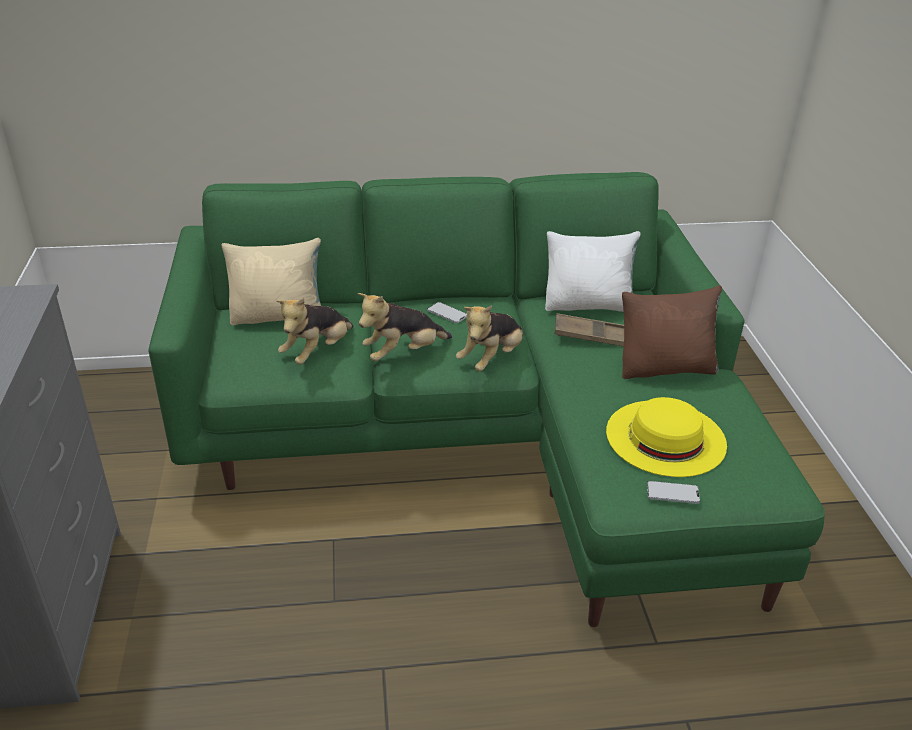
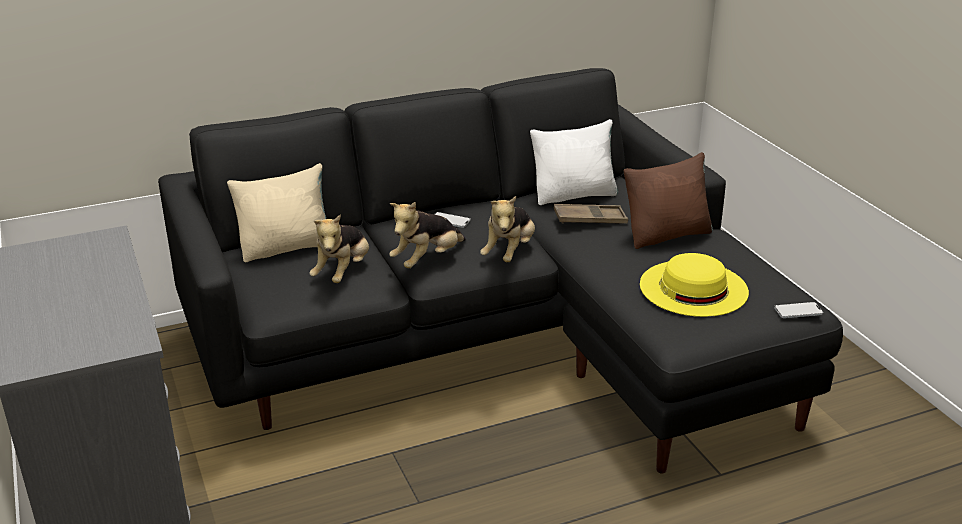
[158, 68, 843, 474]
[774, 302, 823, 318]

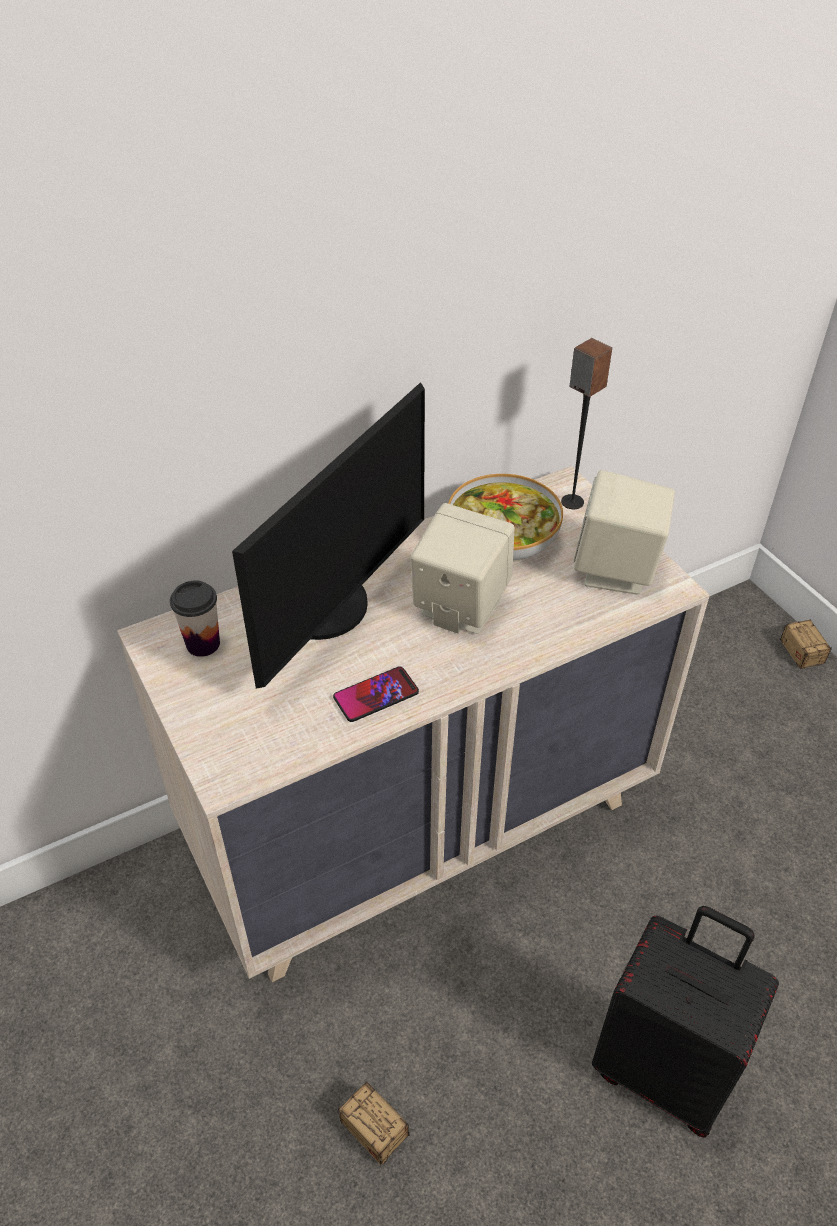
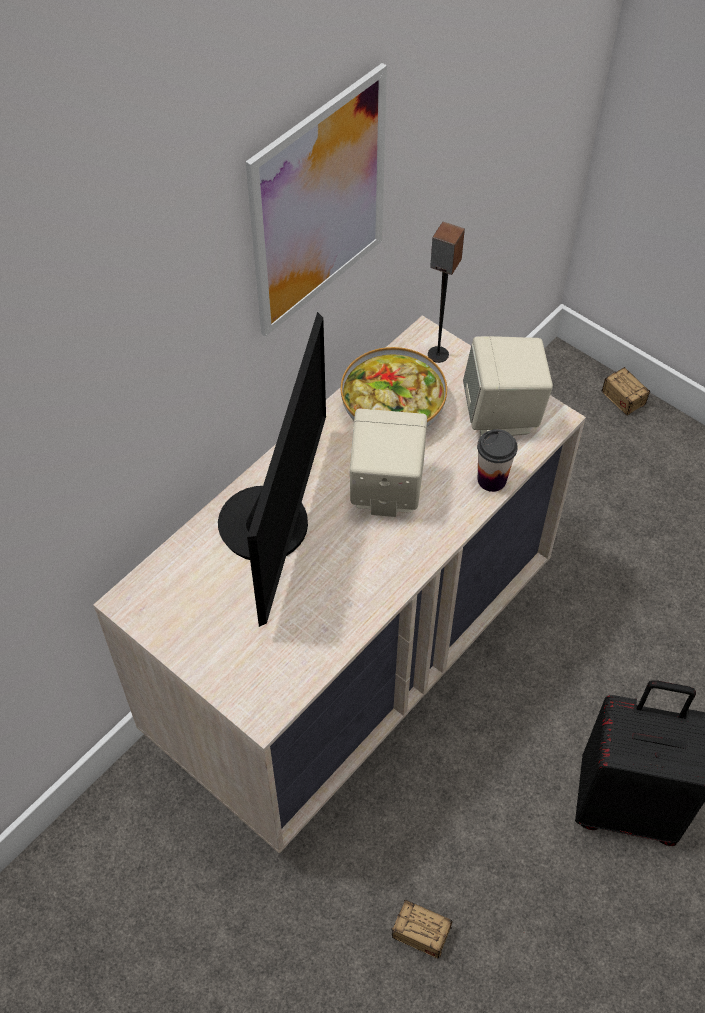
[246, 63, 387, 337]
[477, 429, 518, 492]
[333, 666, 419, 722] (first image)

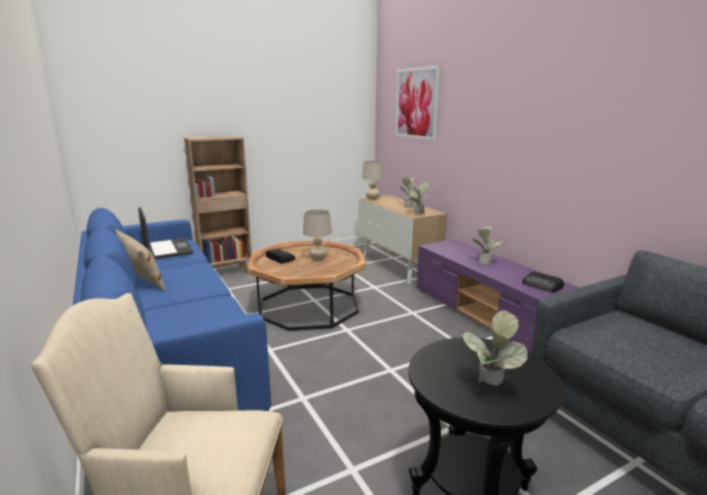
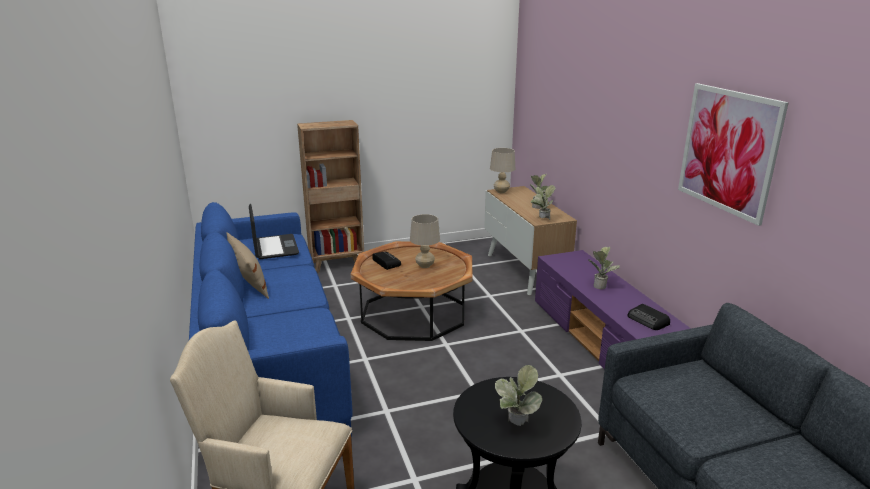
[678, 83, 789, 226]

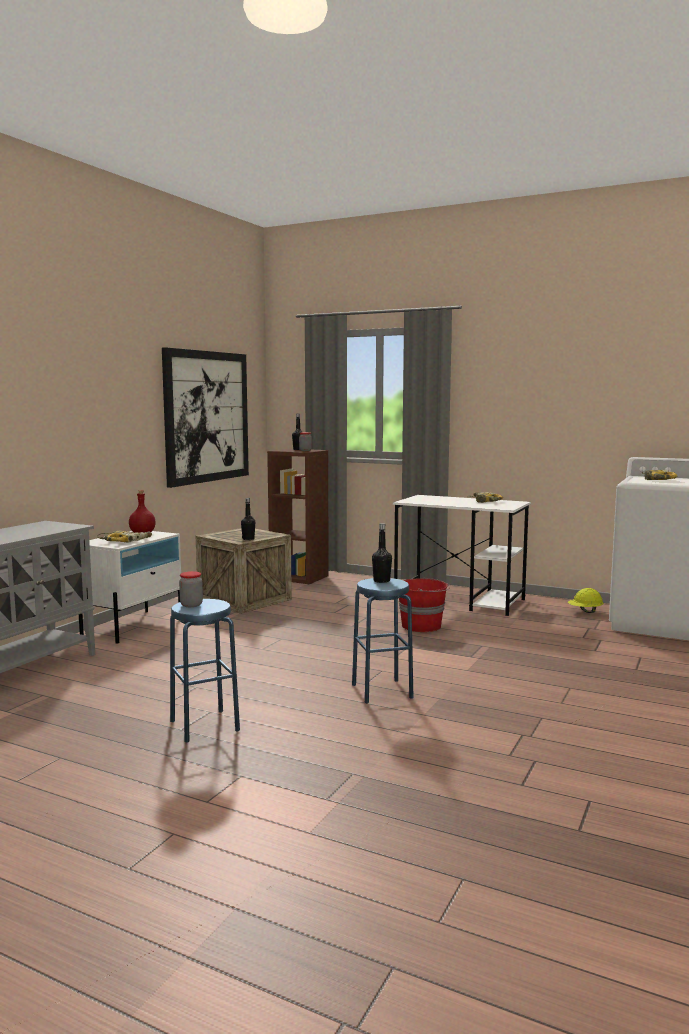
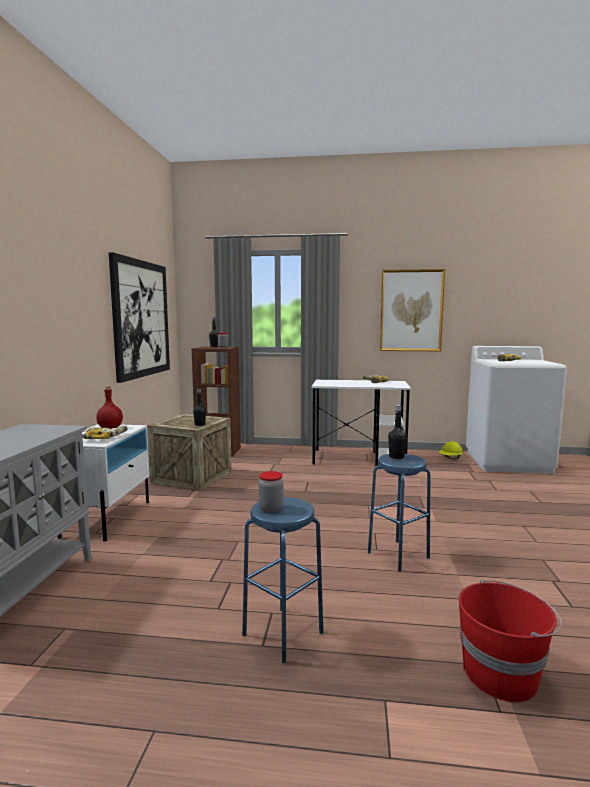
[380, 269, 445, 351]
[459, 580, 562, 702]

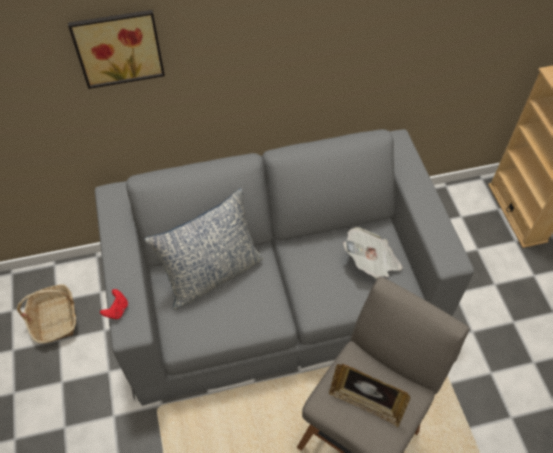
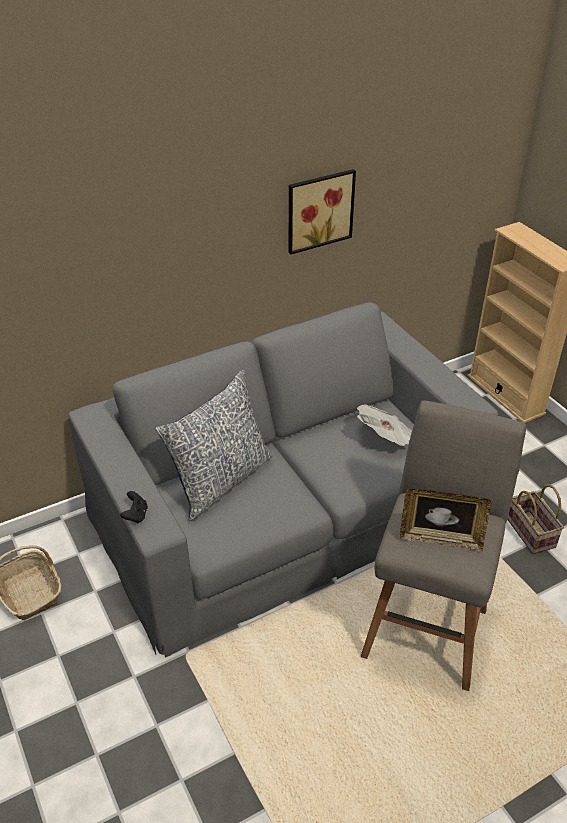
[120, 491, 148, 524]
[288, 169, 356, 254]
[507, 484, 564, 554]

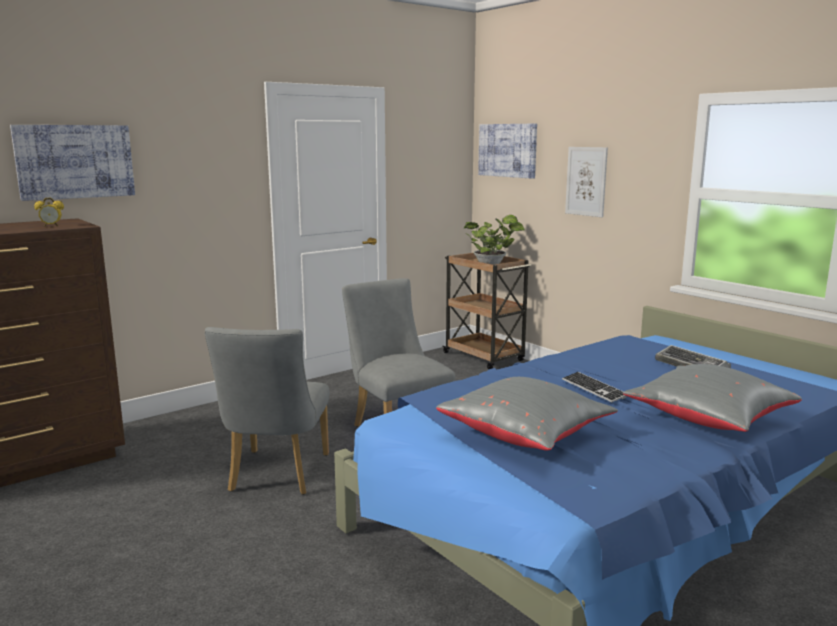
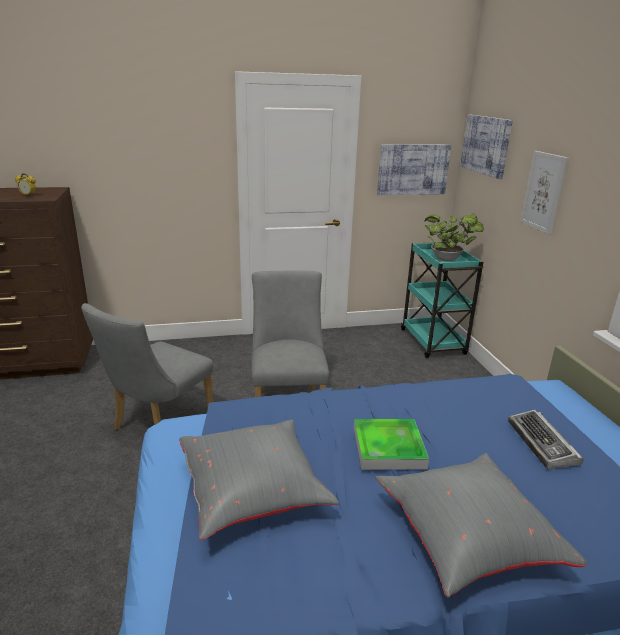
[354, 419, 429, 470]
[377, 144, 451, 195]
[401, 242, 484, 358]

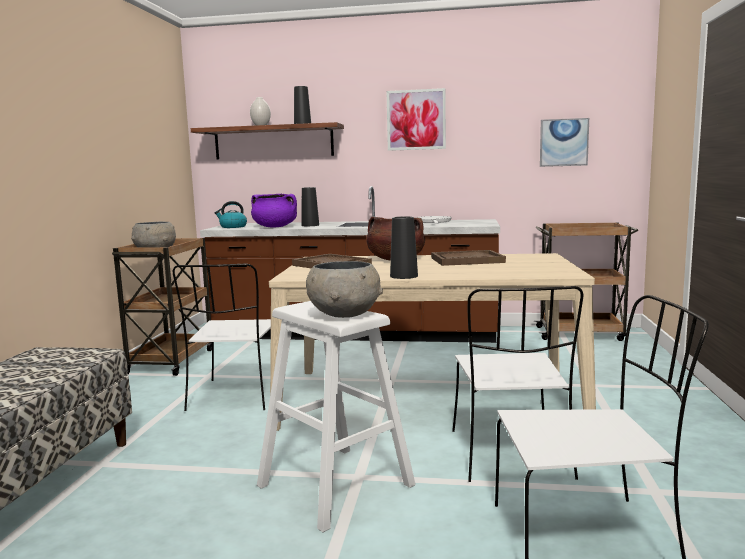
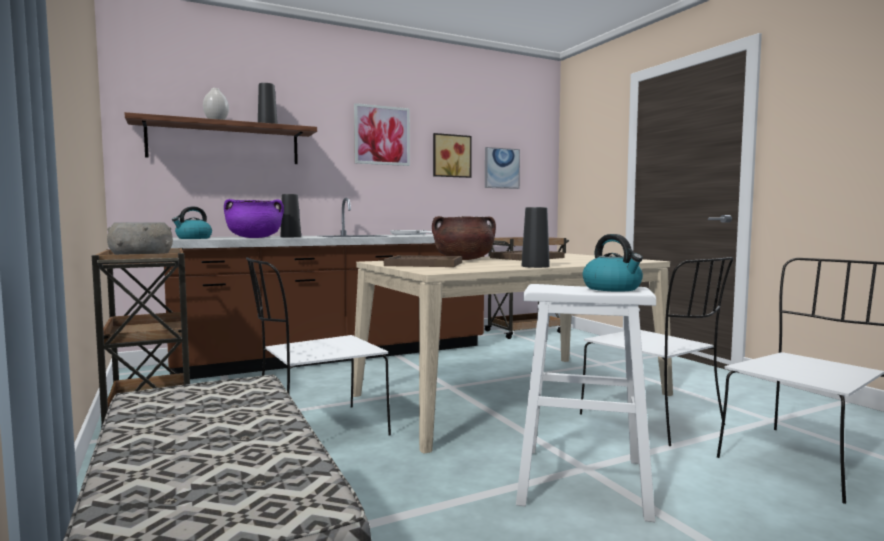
[246, 257, 391, 436]
[433, 133, 472, 178]
[583, 234, 643, 292]

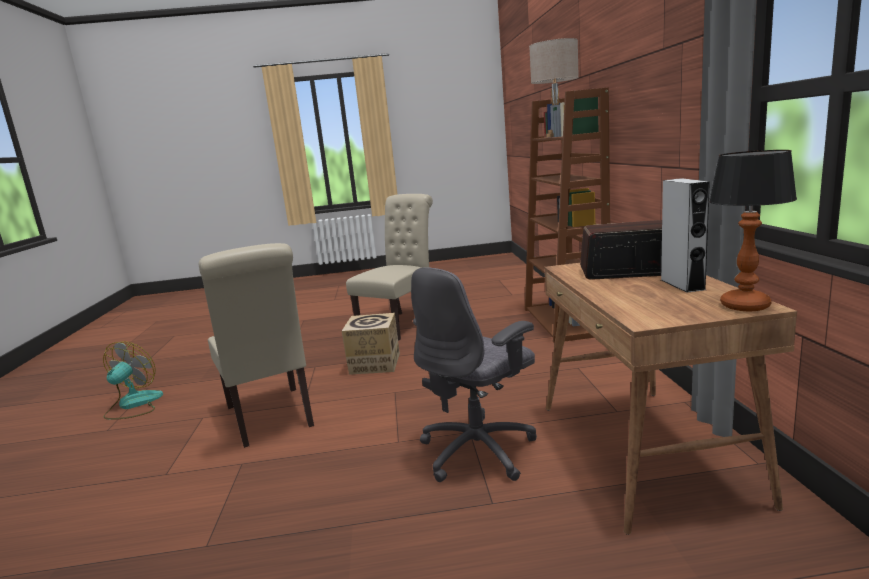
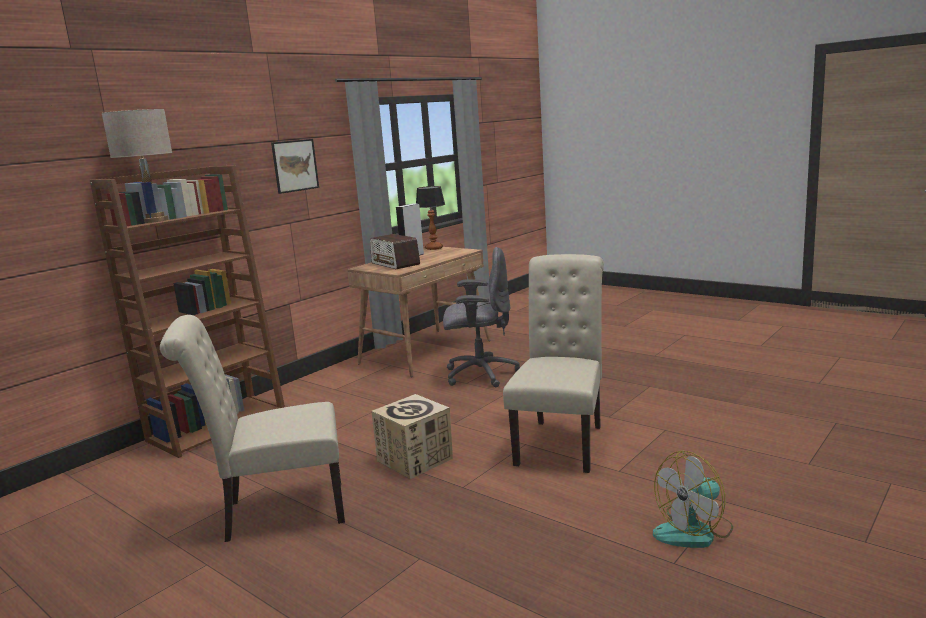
[271, 139, 319, 194]

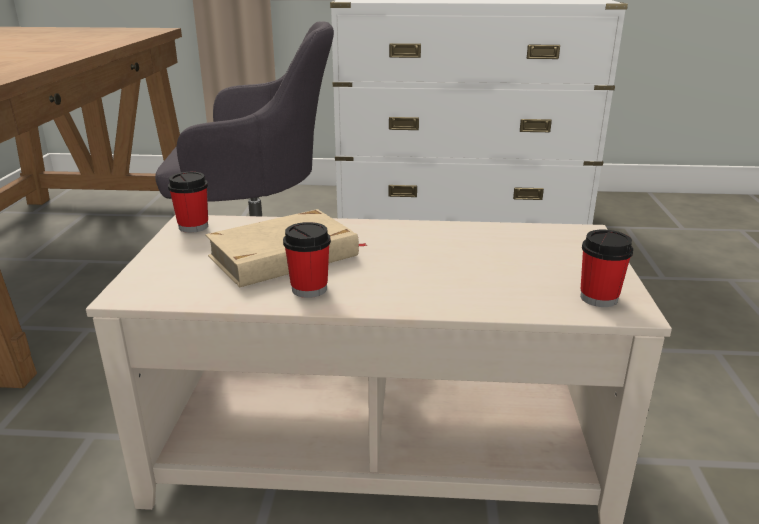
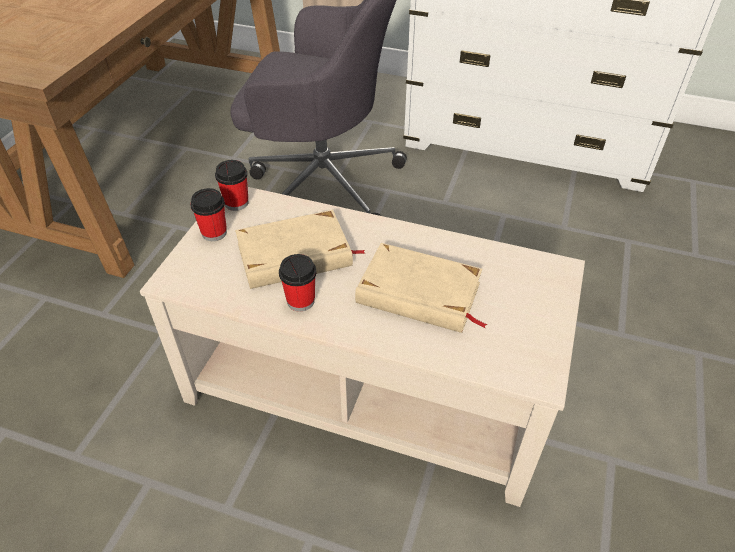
[190, 188, 227, 241]
[355, 243, 487, 333]

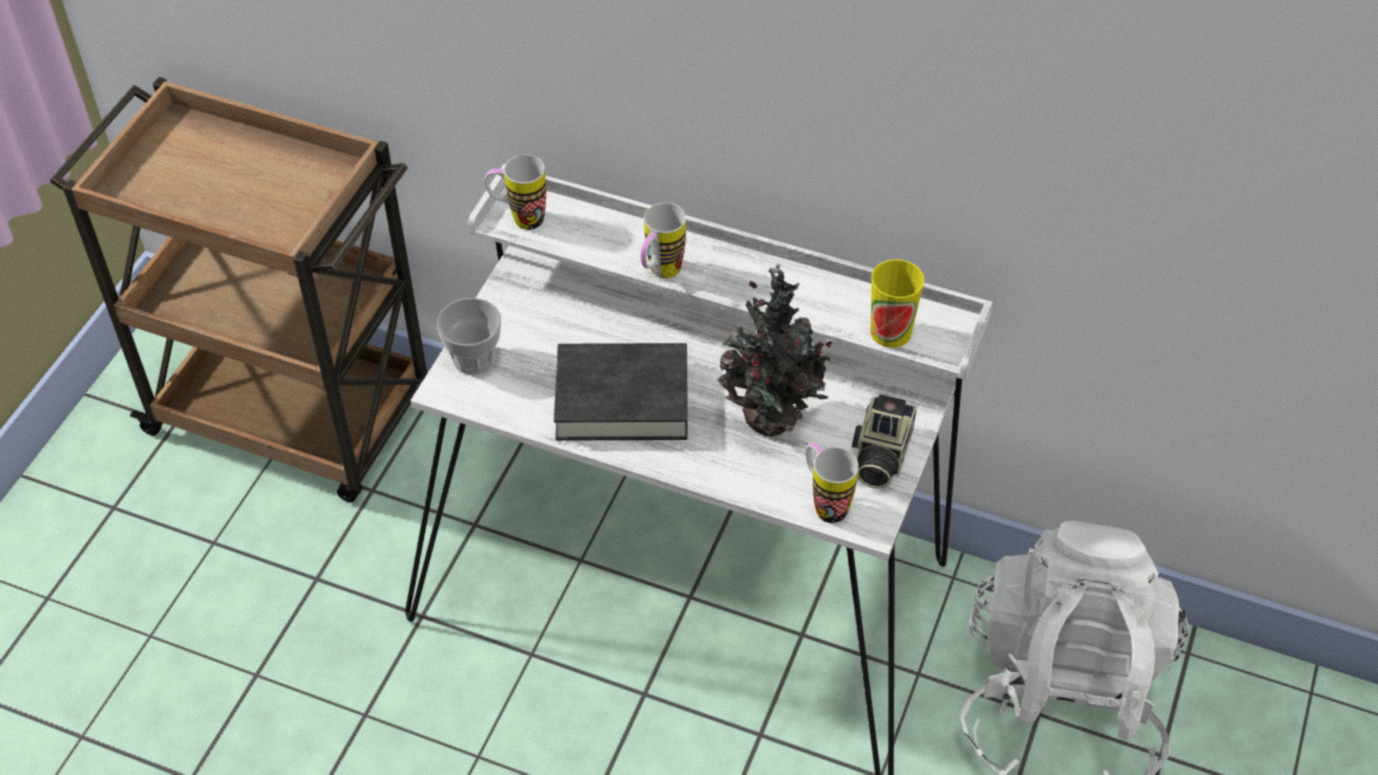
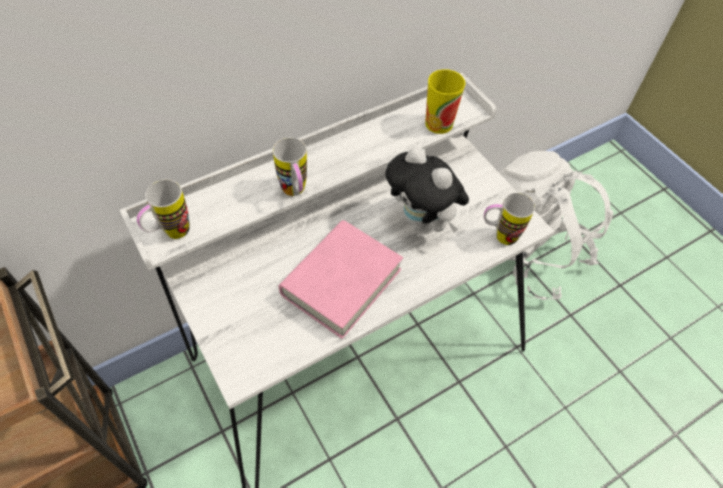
[279, 220, 403, 339]
[385, 146, 469, 233]
[437, 298, 501, 375] (first image)
[852, 394, 917, 489] (first image)

